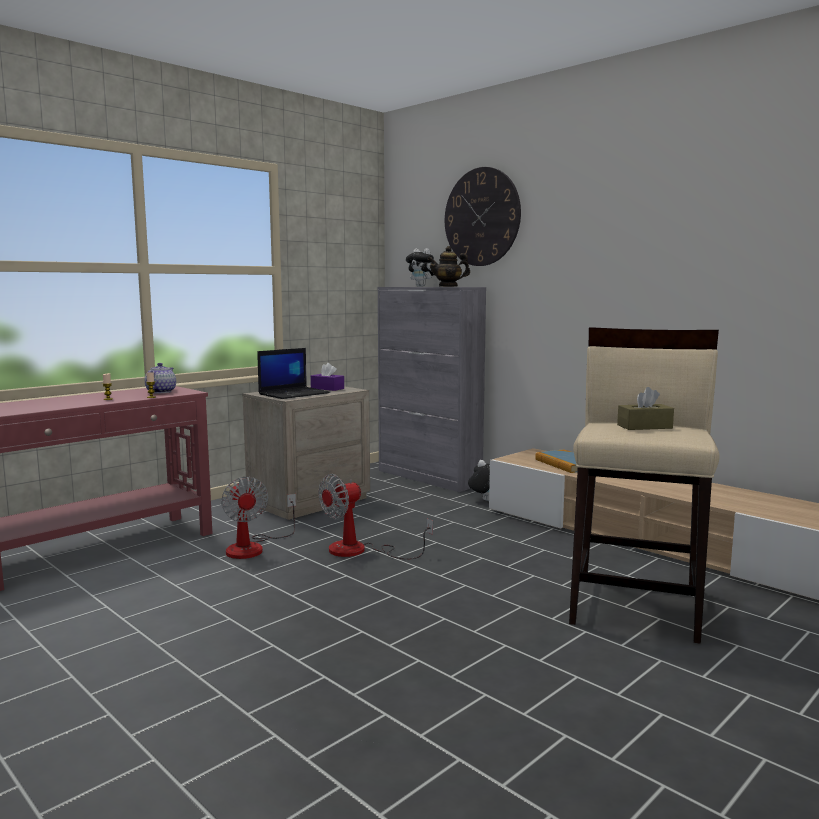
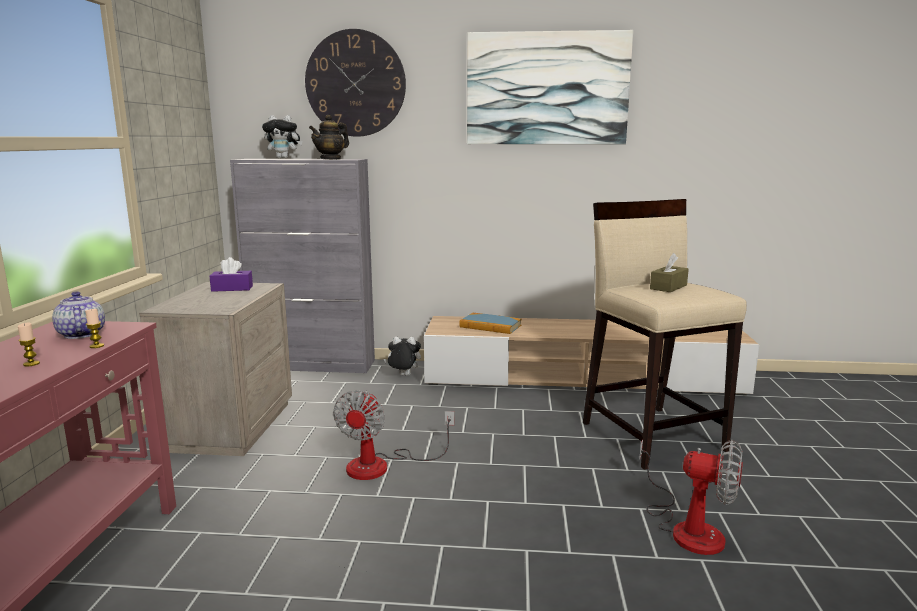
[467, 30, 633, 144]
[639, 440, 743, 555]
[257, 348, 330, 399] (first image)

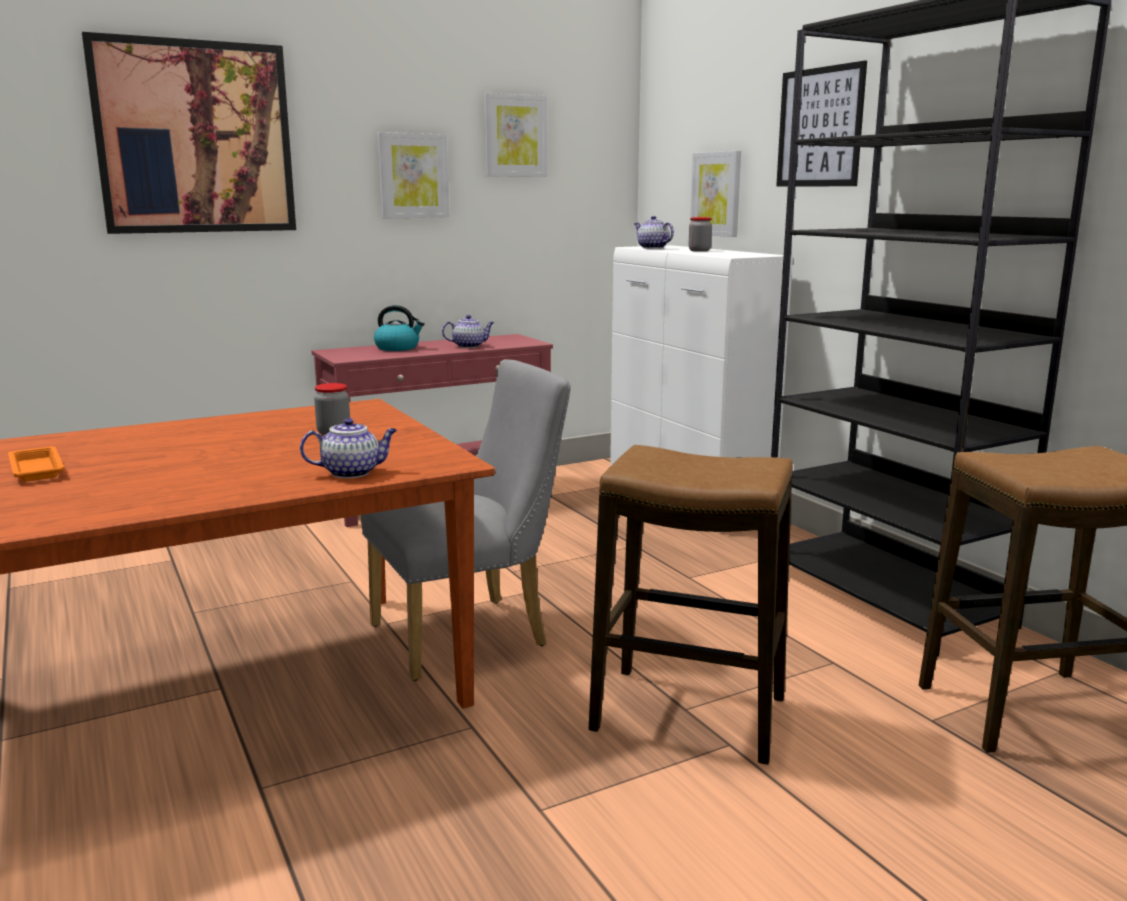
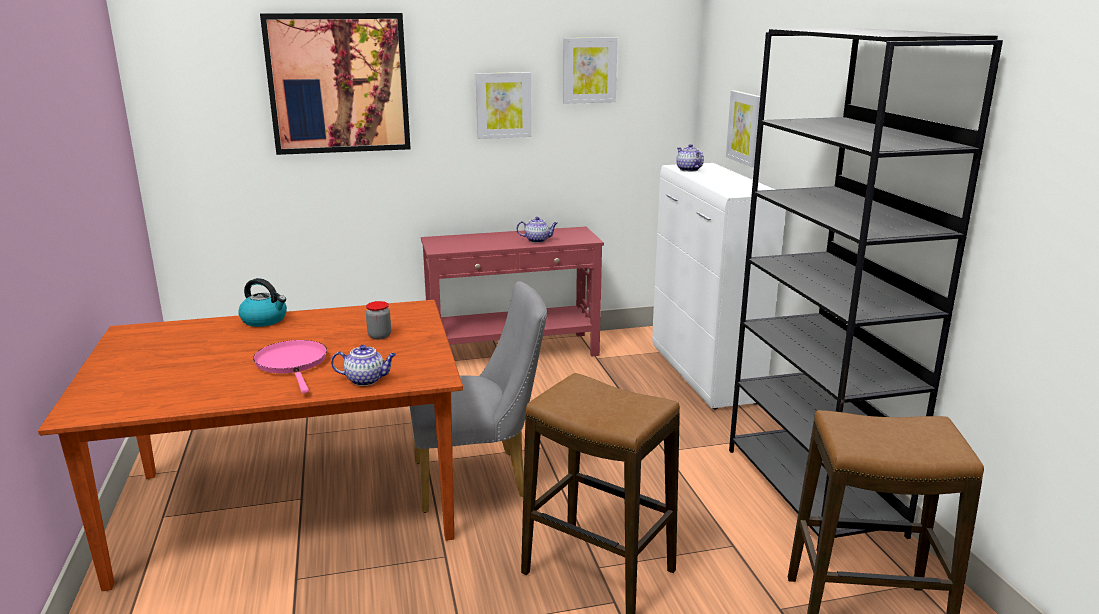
[238, 278, 287, 327]
[253, 340, 327, 393]
[8, 446, 65, 482] (first image)
[689, 217, 712, 252] (first image)
[776, 61, 867, 187] (first image)

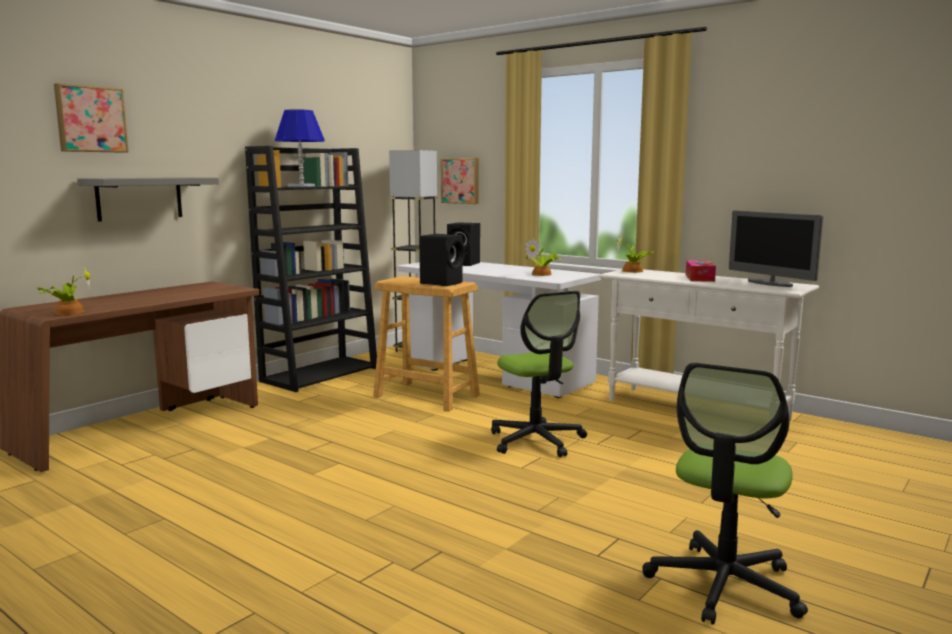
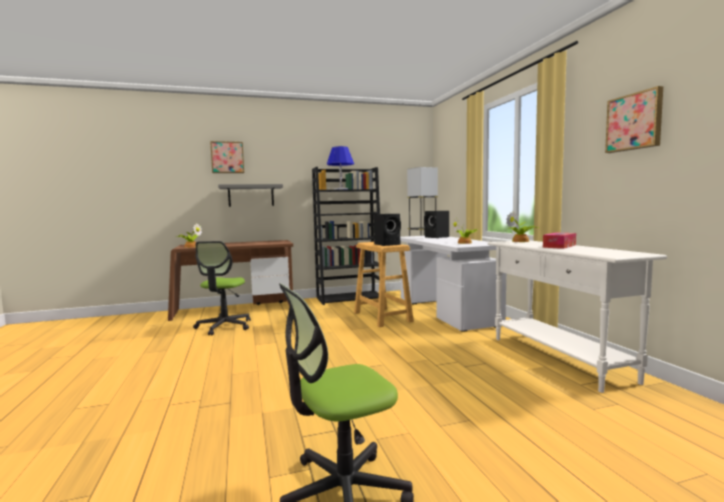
[193, 241, 251, 335]
[605, 86, 663, 153]
[729, 210, 823, 287] (first image)

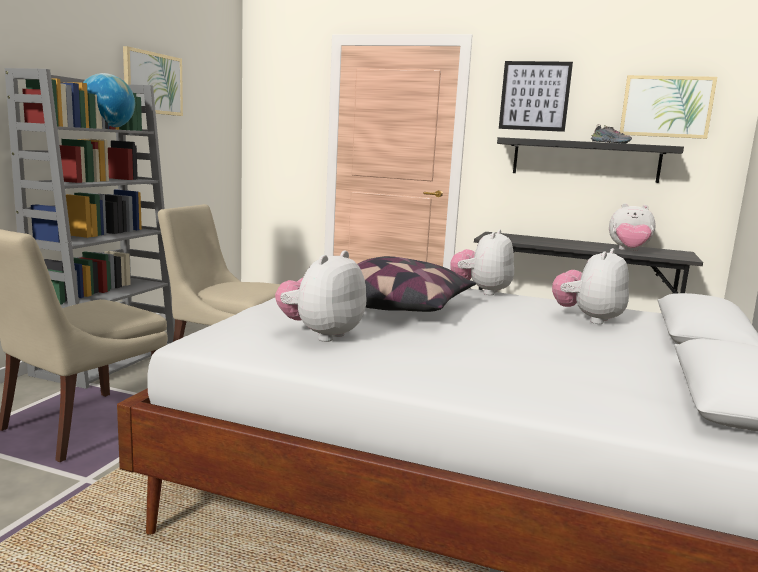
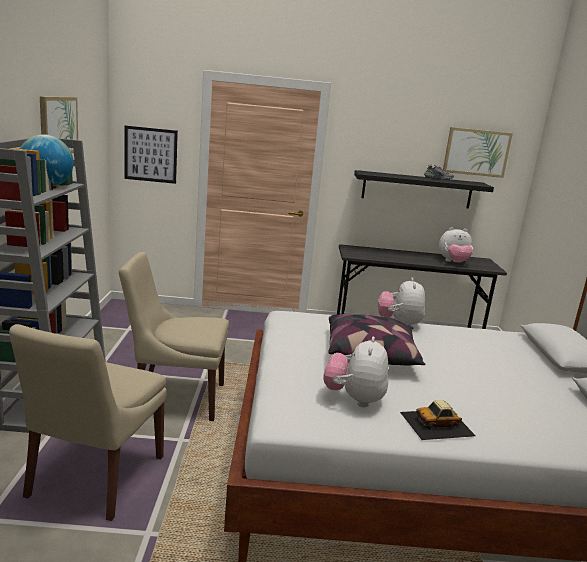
[125, 126, 178, 184]
[400, 400, 476, 440]
[552, 248, 629, 324] (first image)

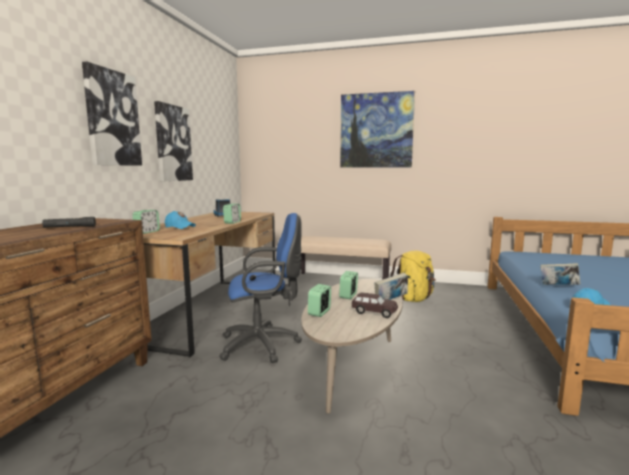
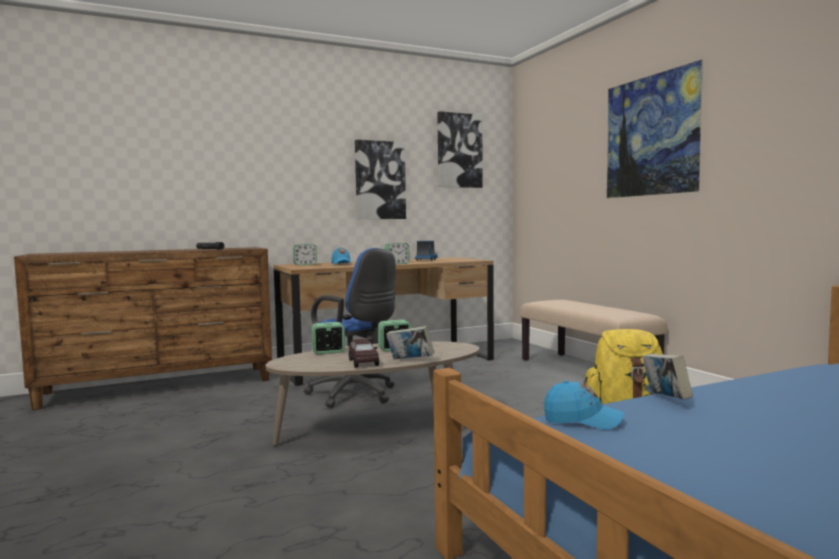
[437, 111, 483, 188]

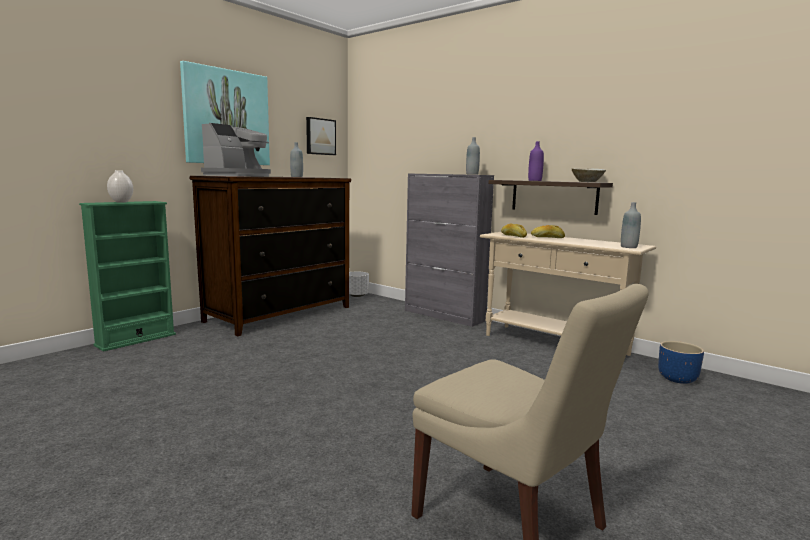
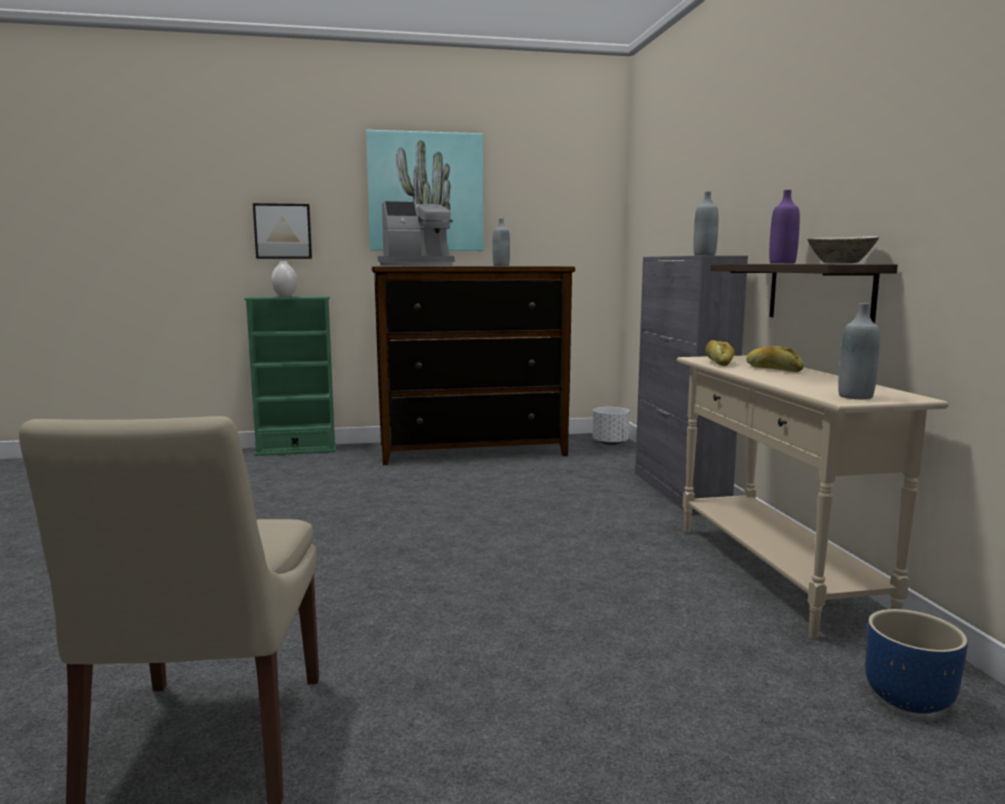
[253, 203, 312, 259]

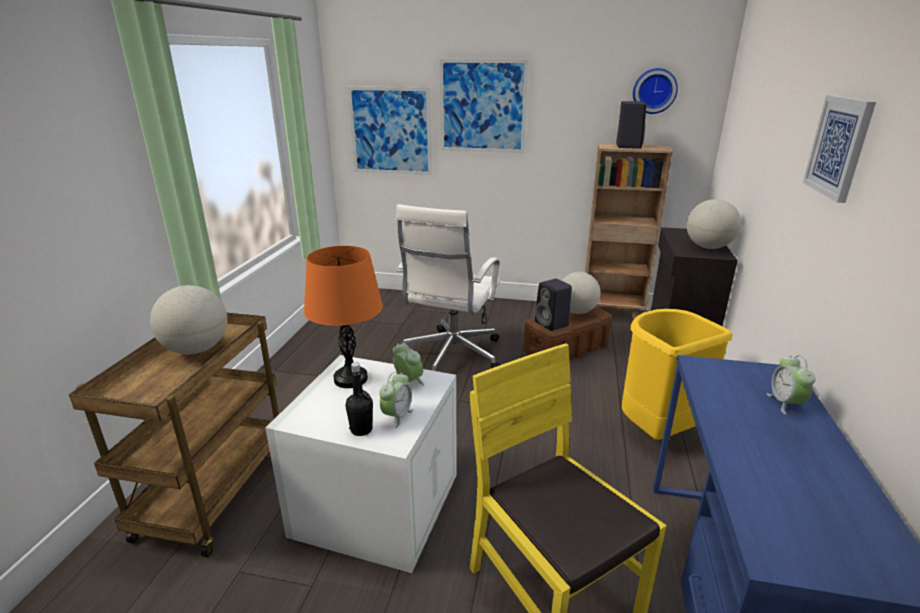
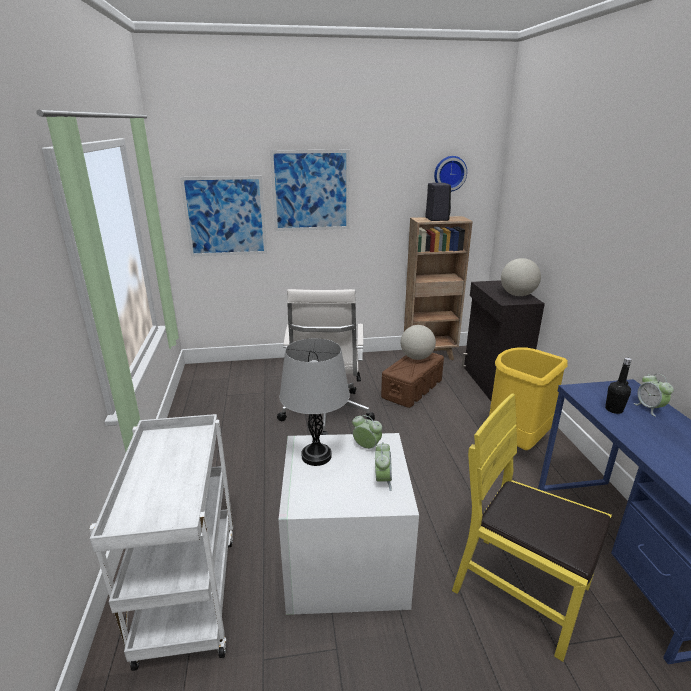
[89, 414, 233, 671]
[279, 338, 350, 466]
[605, 357, 632, 414]
[150, 285, 227, 354] (first image)
[535, 278, 572, 331] (first image)
[803, 95, 876, 203] (first image)

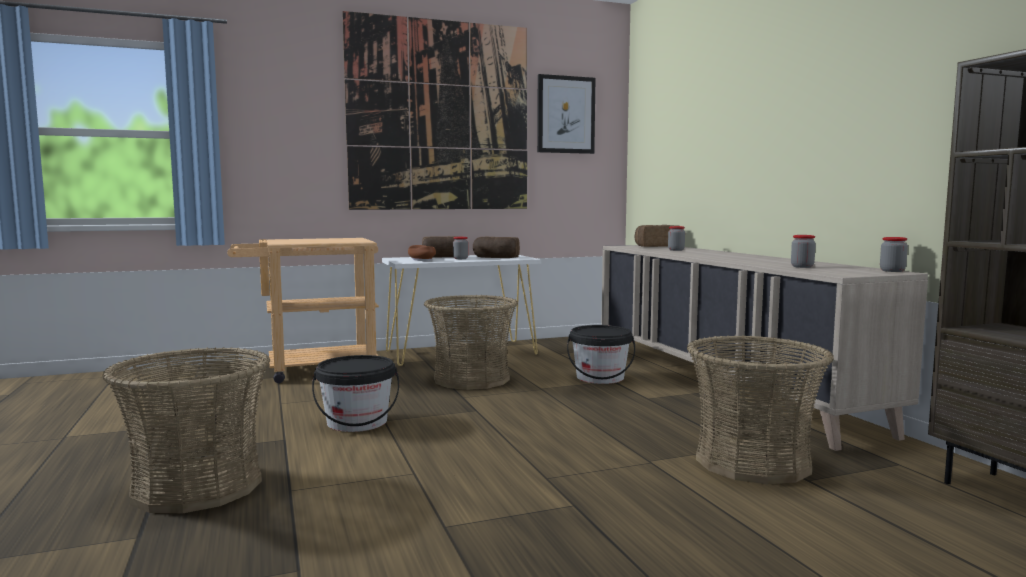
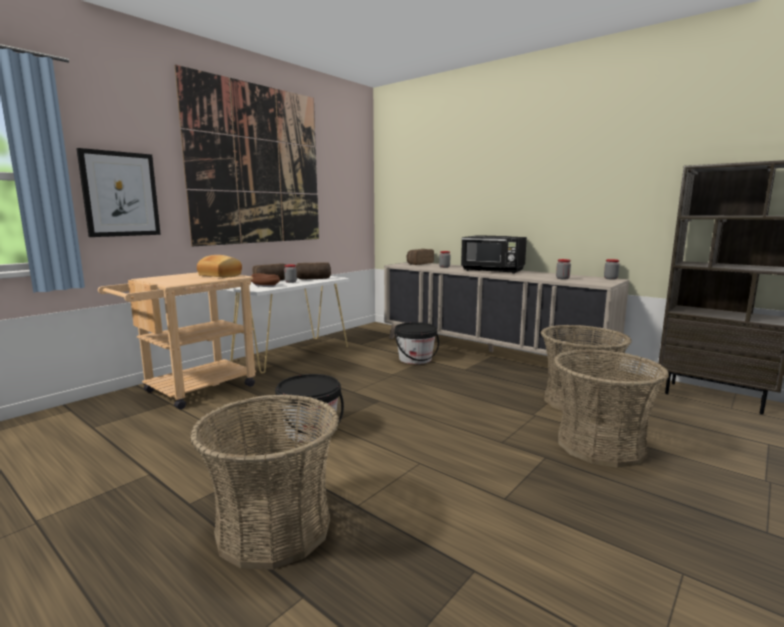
[76, 148, 161, 237]
[197, 255, 242, 277]
[461, 235, 527, 274]
[554, 349, 669, 468]

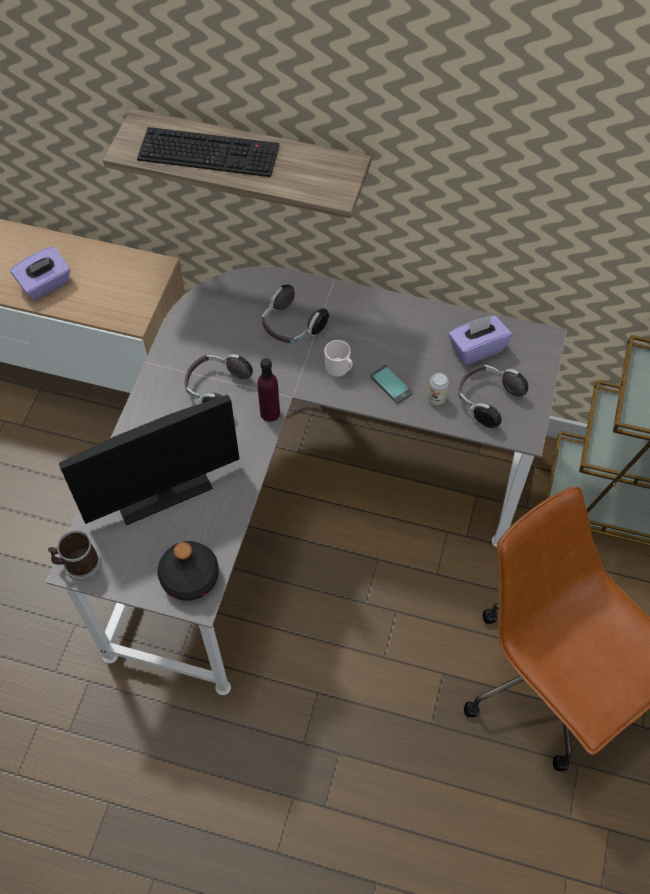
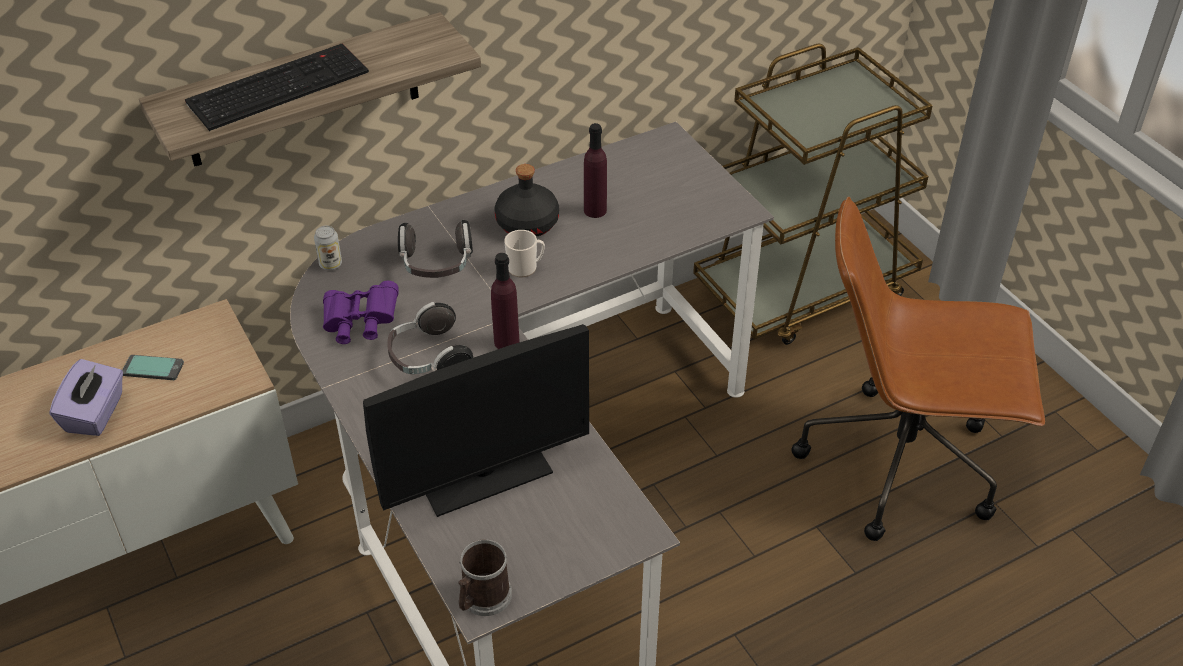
[122, 355, 184, 380]
[314, 226, 342, 270]
[323, 281, 399, 344]
[363, 324, 589, 517]
[495, 164, 559, 237]
[584, 123, 607, 218]
[448, 315, 512, 365] (first image)
[458, 365, 528, 428] (first image)

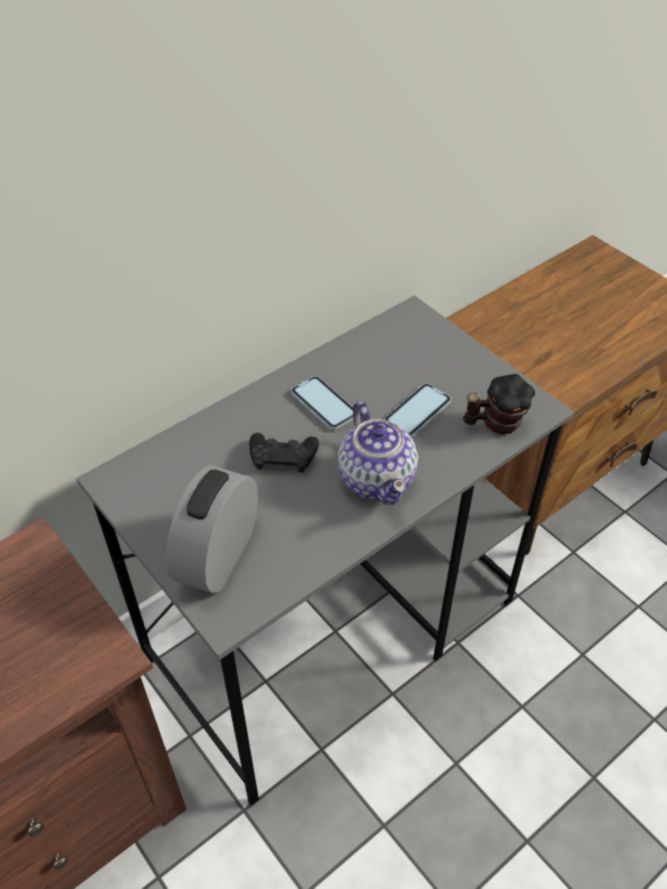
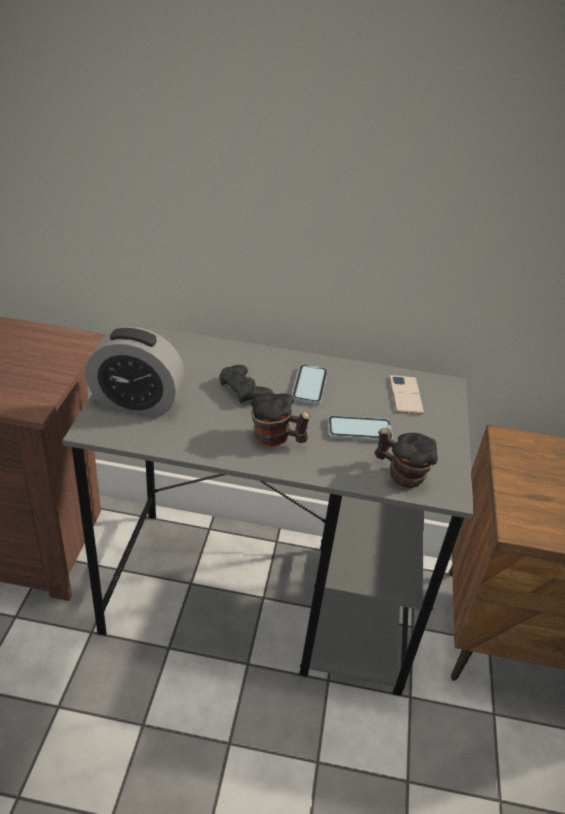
[85, 327, 185, 417]
[251, 392, 311, 447]
[389, 375, 424, 414]

